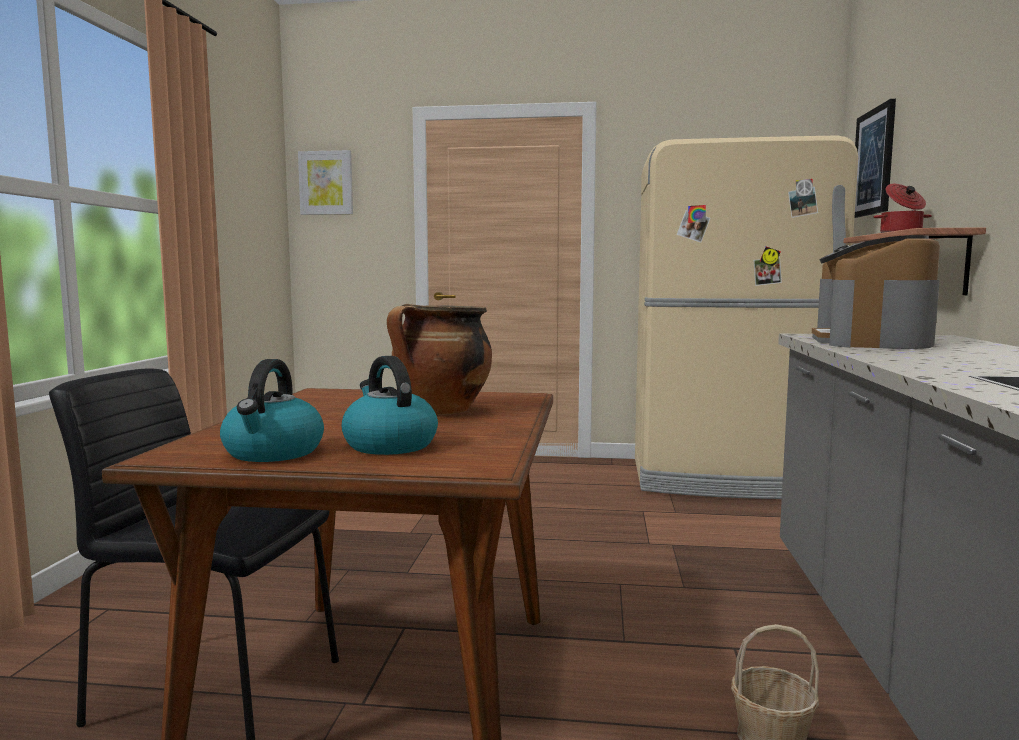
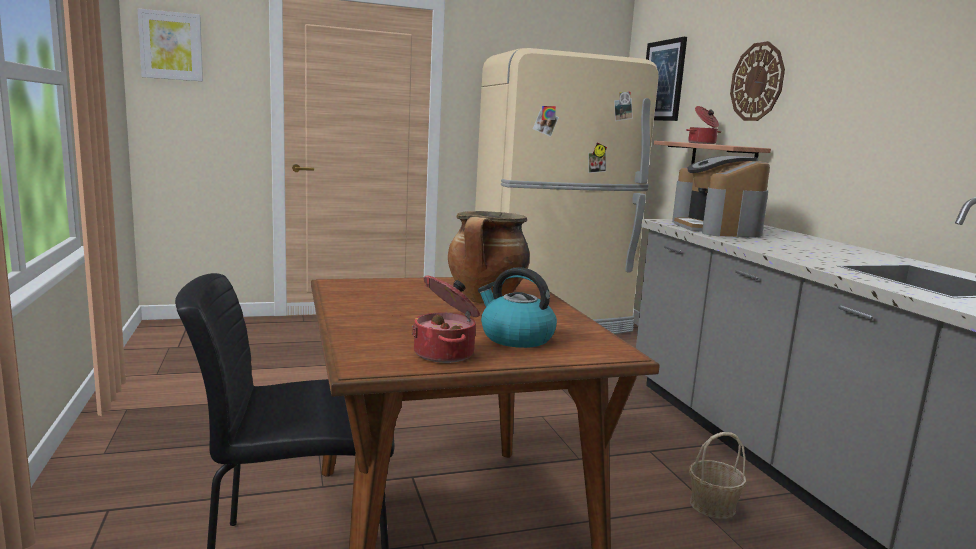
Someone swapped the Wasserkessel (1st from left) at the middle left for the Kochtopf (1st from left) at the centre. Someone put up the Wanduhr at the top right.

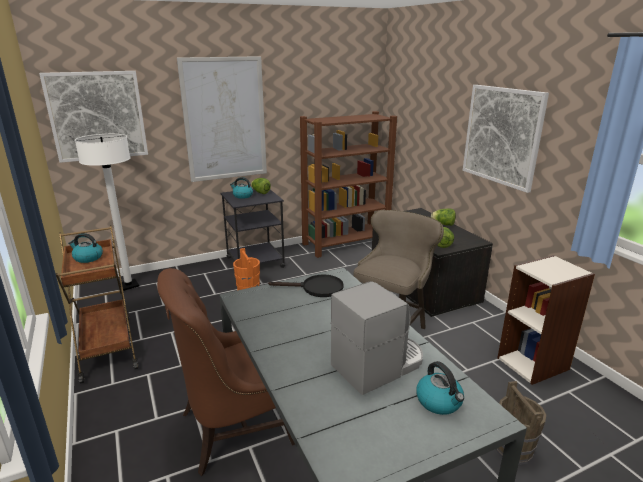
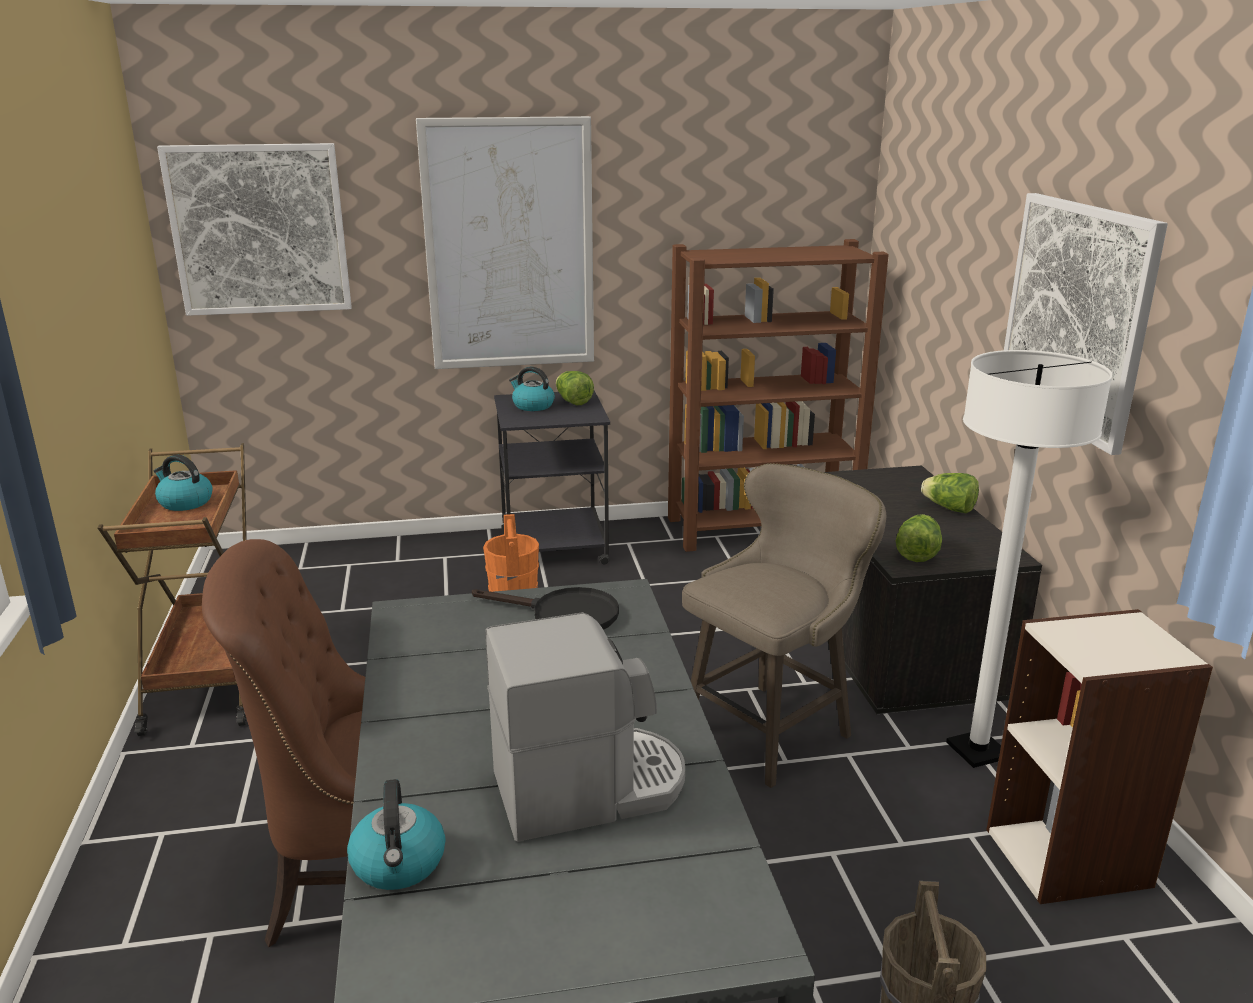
Someone carried the Stehlampe [weiß] from the middle left to the middle right. Someone carried the Wasserkessel (3rd from left in the first image) from the bottom right to the bottom left.

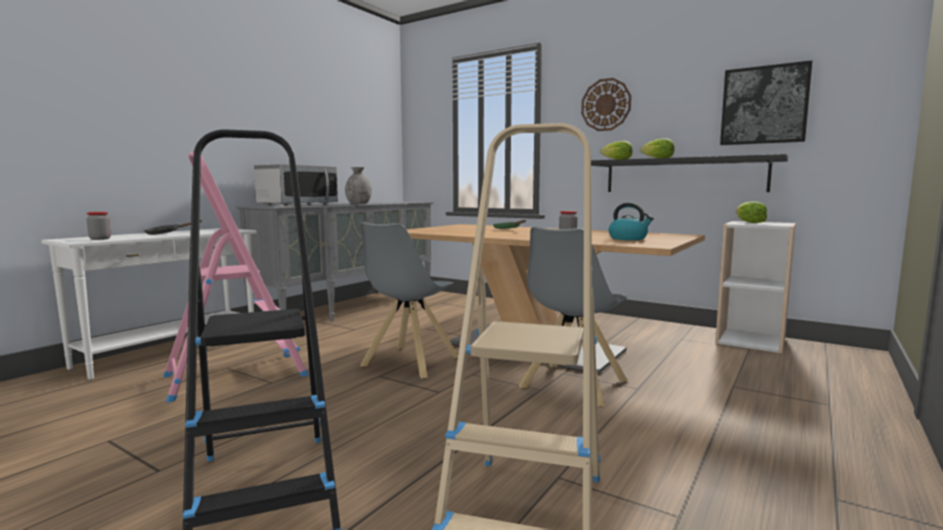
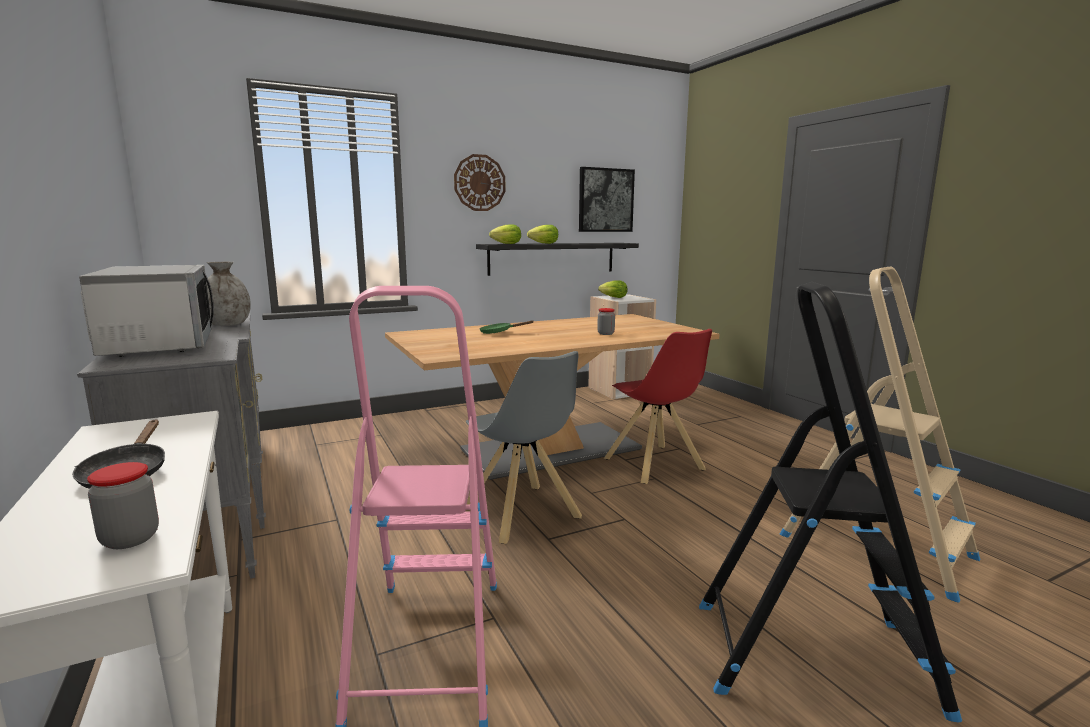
Someone repainted the Stuhl [grau] (2nd from left) at the centre, which became the Stuhl [rot] at the centre. Someone took away the Wasserkessel at the middle right.

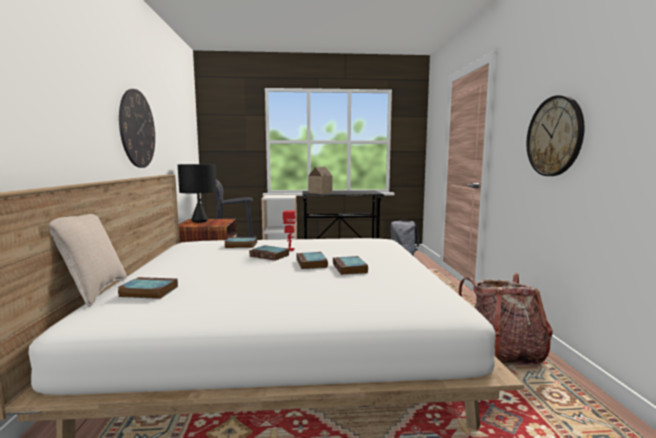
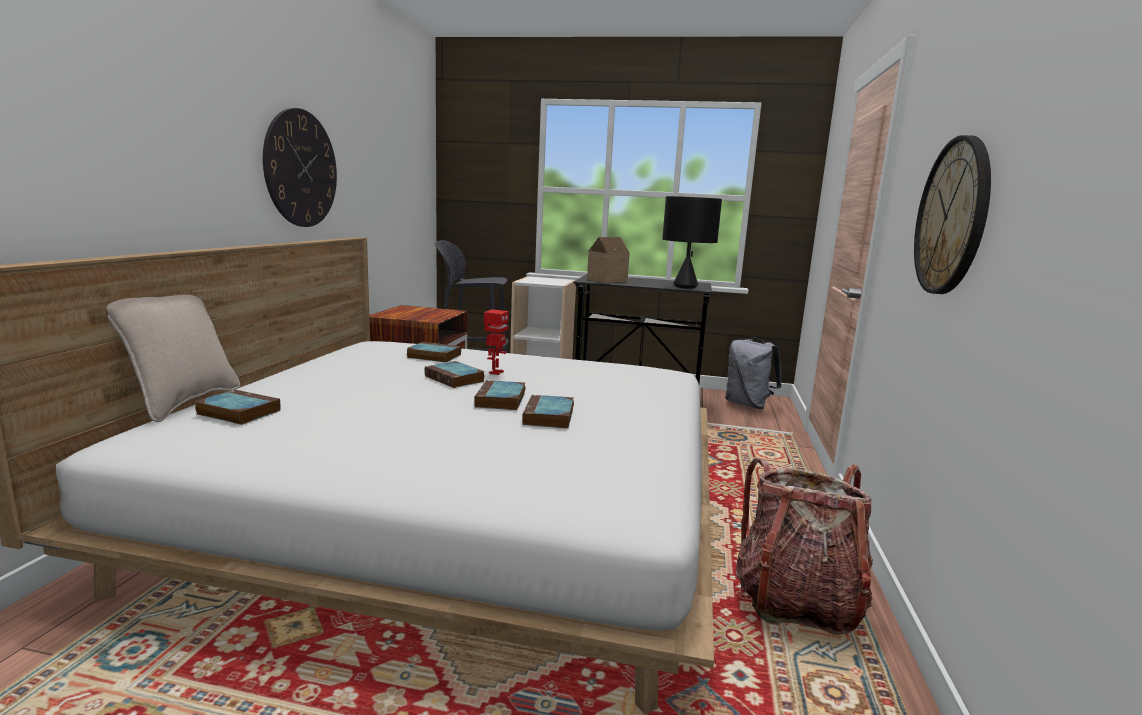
Someone carried the Tischlampe [schwarz] from the middle left to the centre.

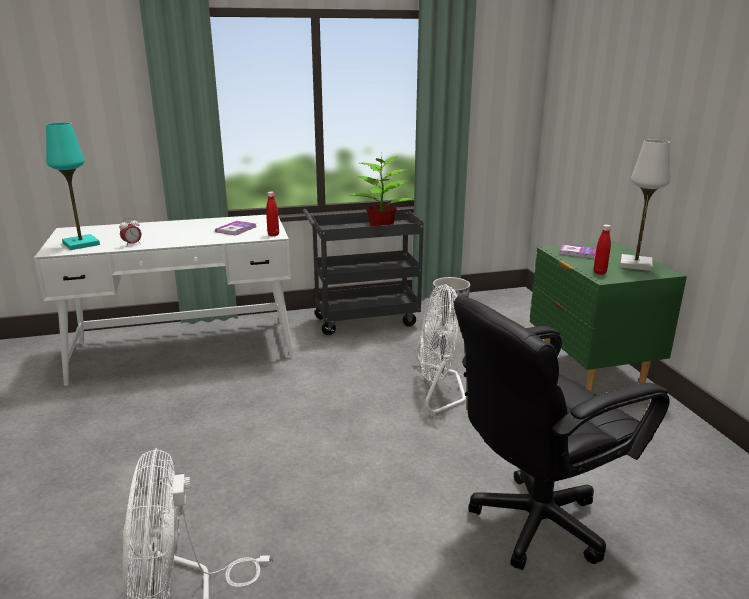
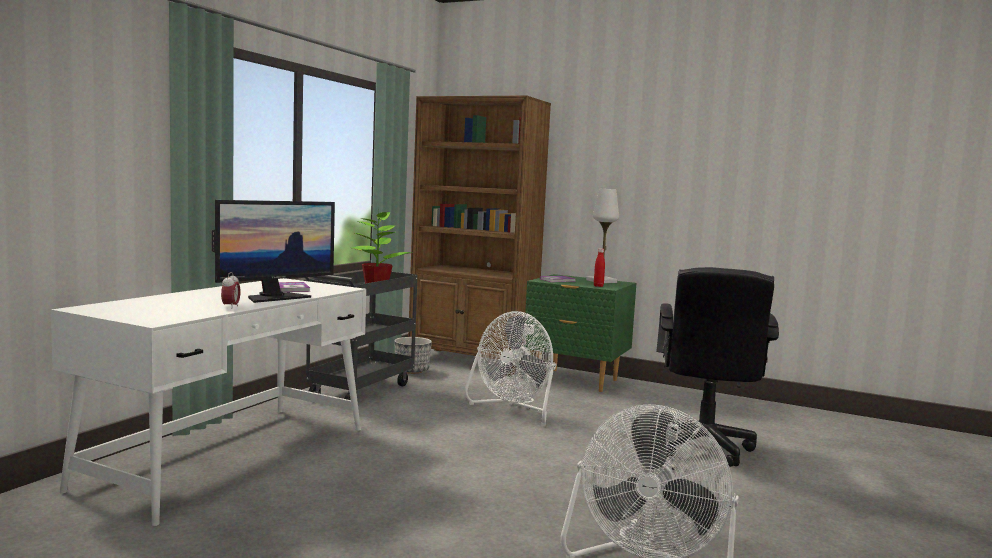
Someone took away the Tischlampe [türkis] at the top left. Someone took away the Flasche [rot] (1st from left) at the centre. Someone put down the Monitor at the middle left. Someone put down the Bücherregal [braun] at the centre.

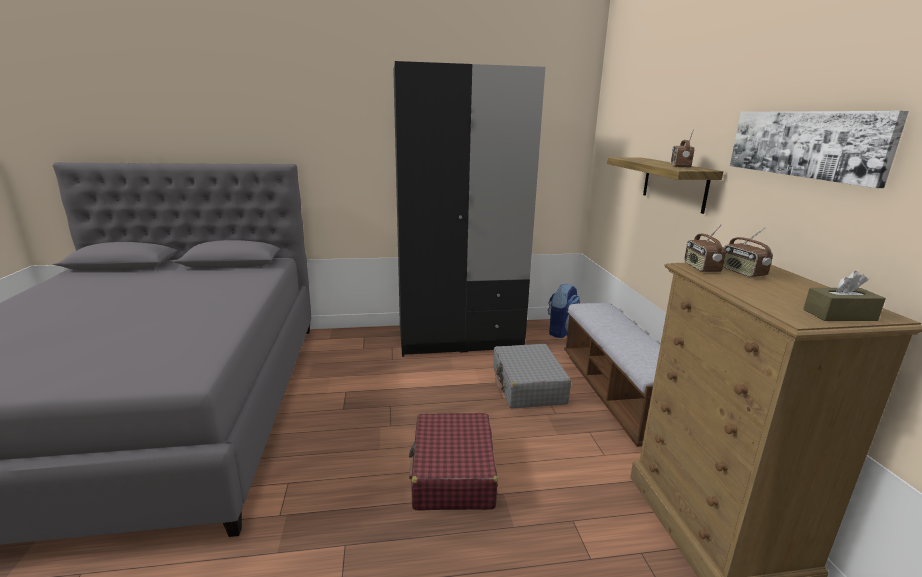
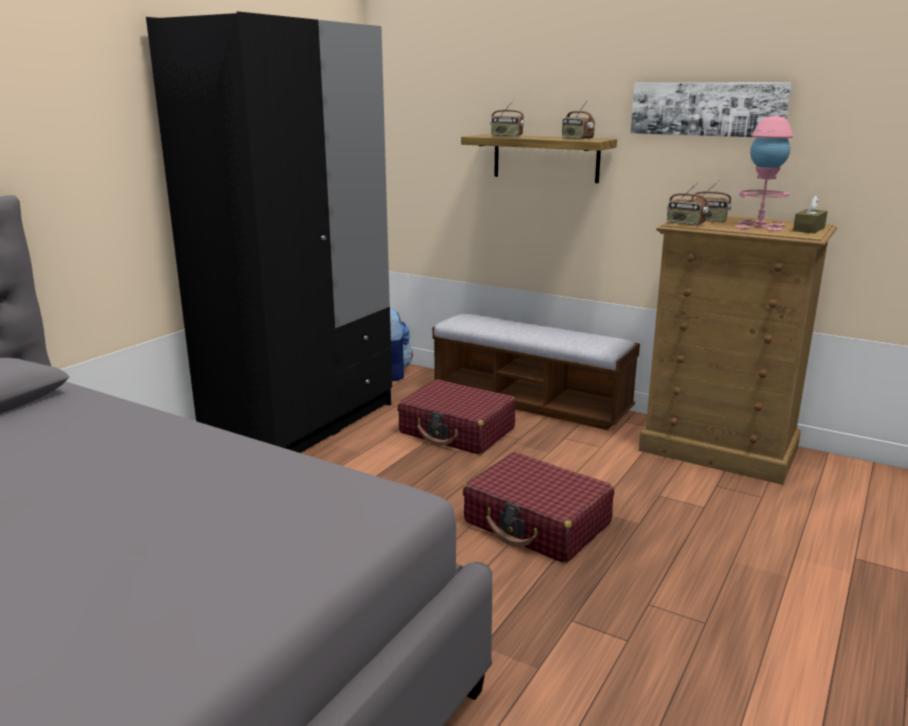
Someone repainted the Koffer [grau] at the centre, which became the Koffer [rot] (1st from left) at the centre. Someone put down the Radio (1st from left) at the top centre. Someone put down the Tischlampe [rosa] at the top right.

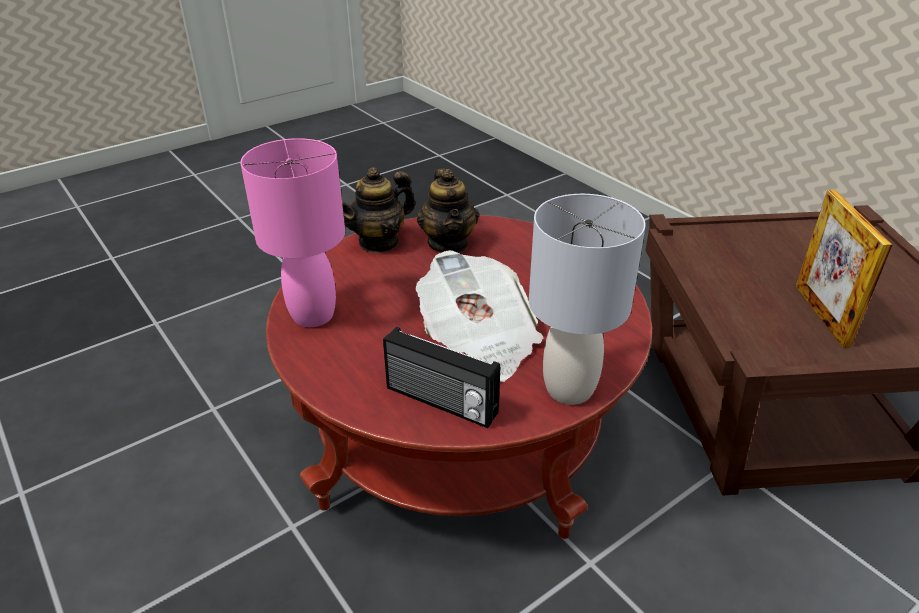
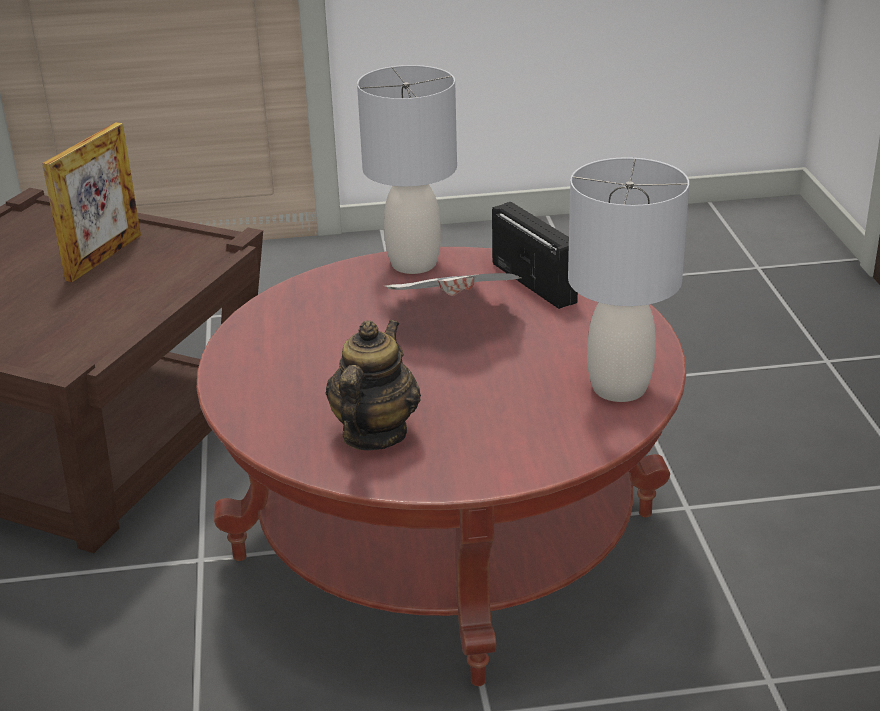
Someone repainted the Tischlampe [rosa] at the middle left, which became the Tischlampe [grau] (2nd from left) at the middle right. Someone took away the Teekanne (1st from left) at the centre.

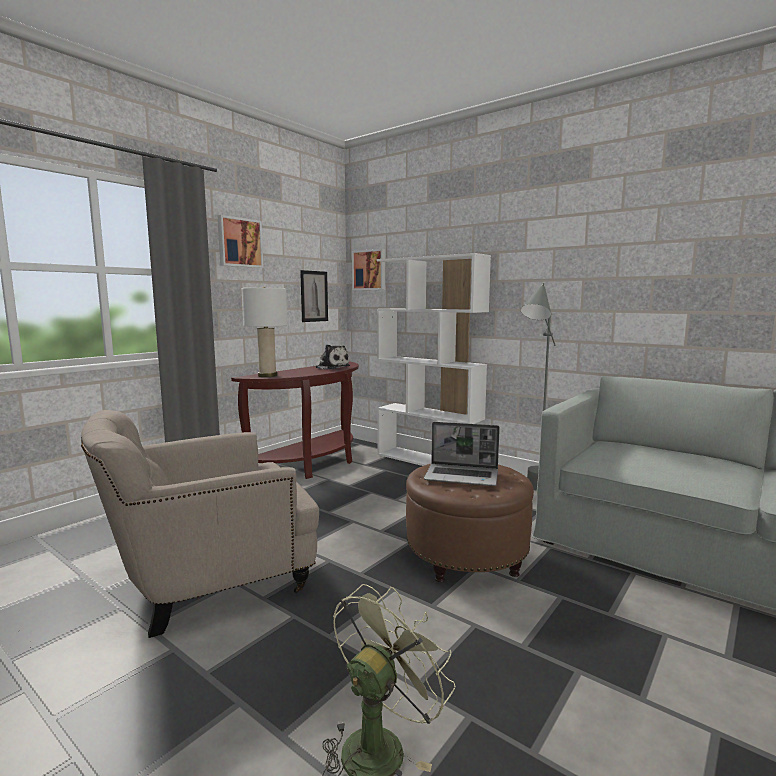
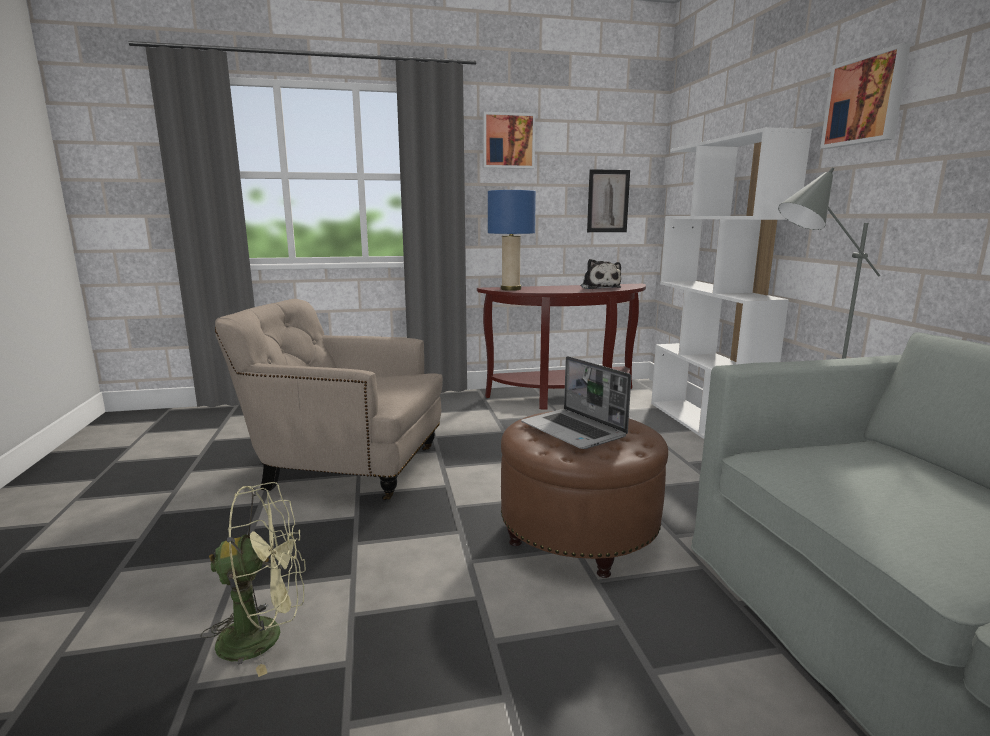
Someone repainted the Tischlampe [weiß] at the centre, which became the Tischlampe [blau] at the top centre. Someone carried the Bild (3rd from left) from the centre to the top right.

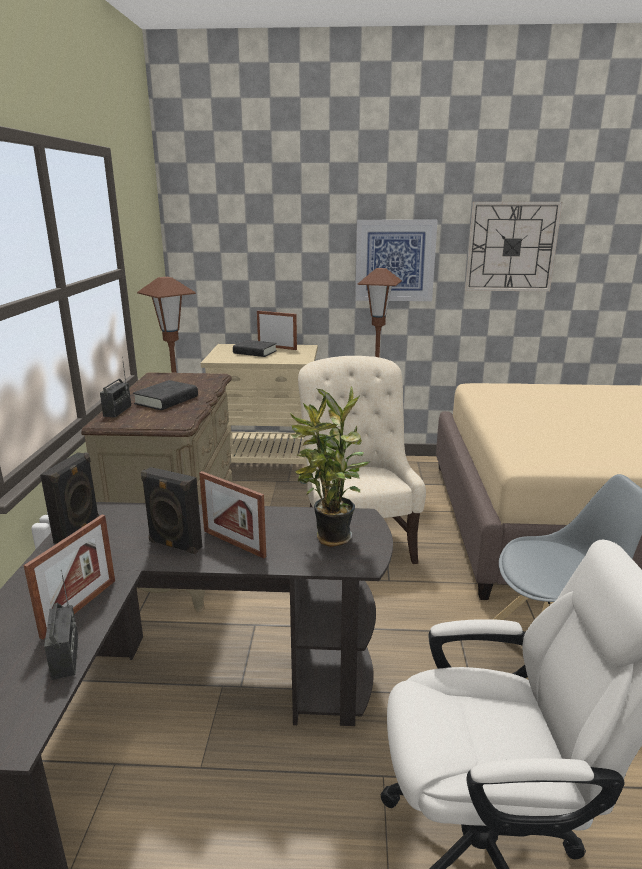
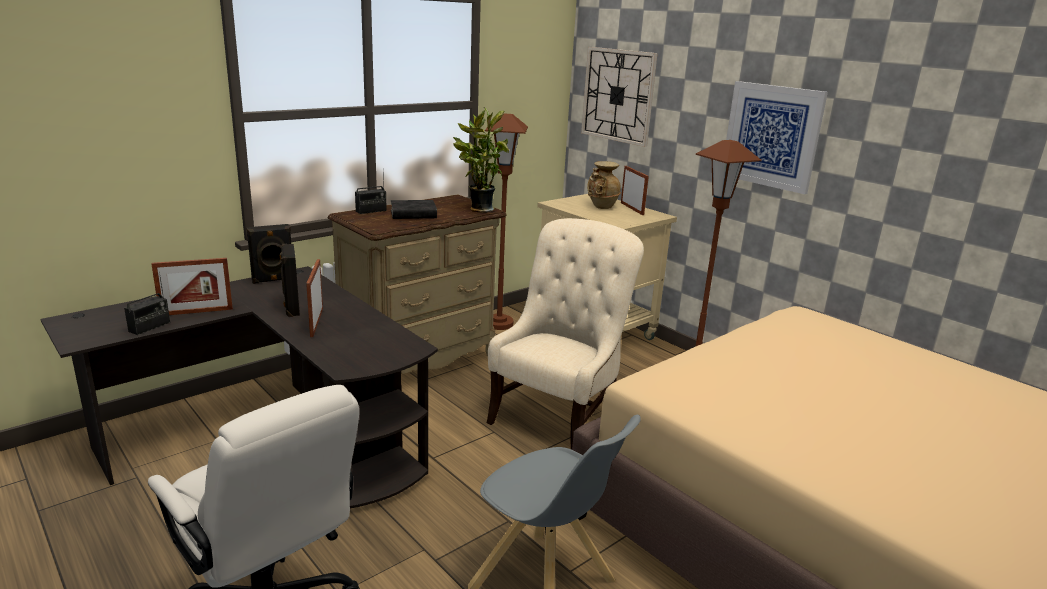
Someone swapped the Buch [schwarz] (2nd from left) at the centre for the Vase [beige] at the top centre. Someone carried the Topfpflanze from the centre to the top centre. Someone carried the Wanduhr from the top right to the top centre.

